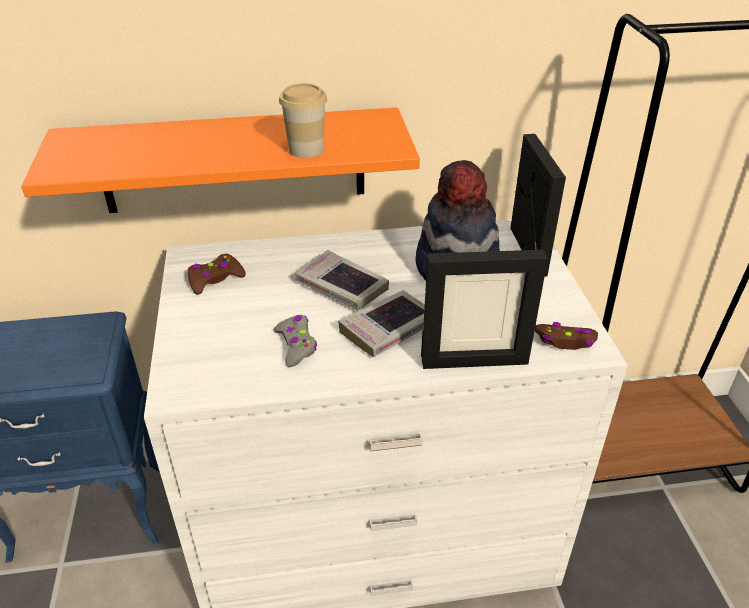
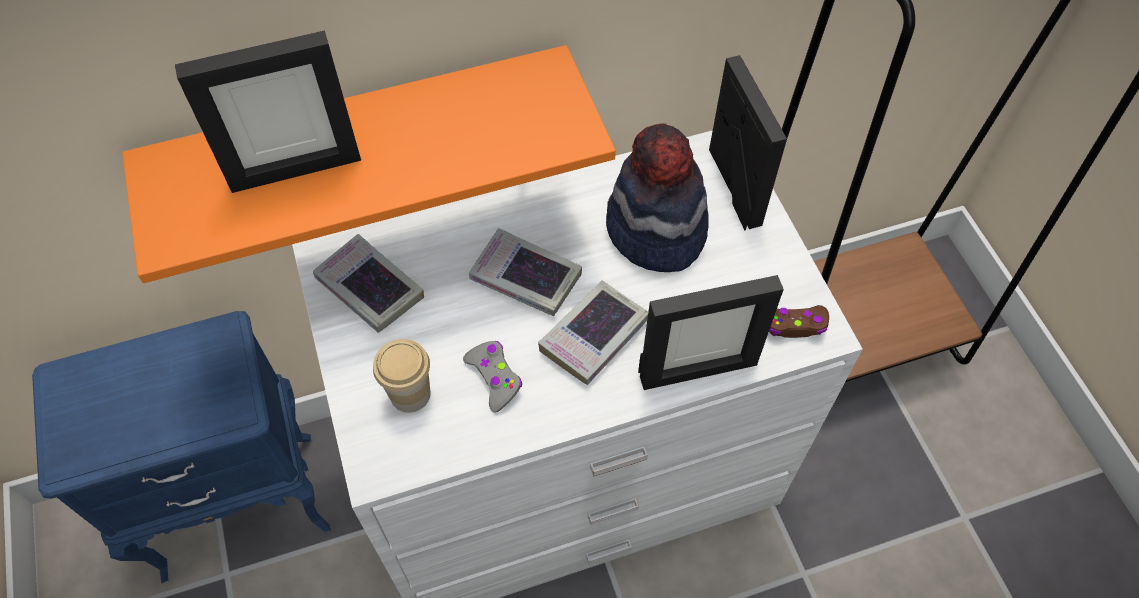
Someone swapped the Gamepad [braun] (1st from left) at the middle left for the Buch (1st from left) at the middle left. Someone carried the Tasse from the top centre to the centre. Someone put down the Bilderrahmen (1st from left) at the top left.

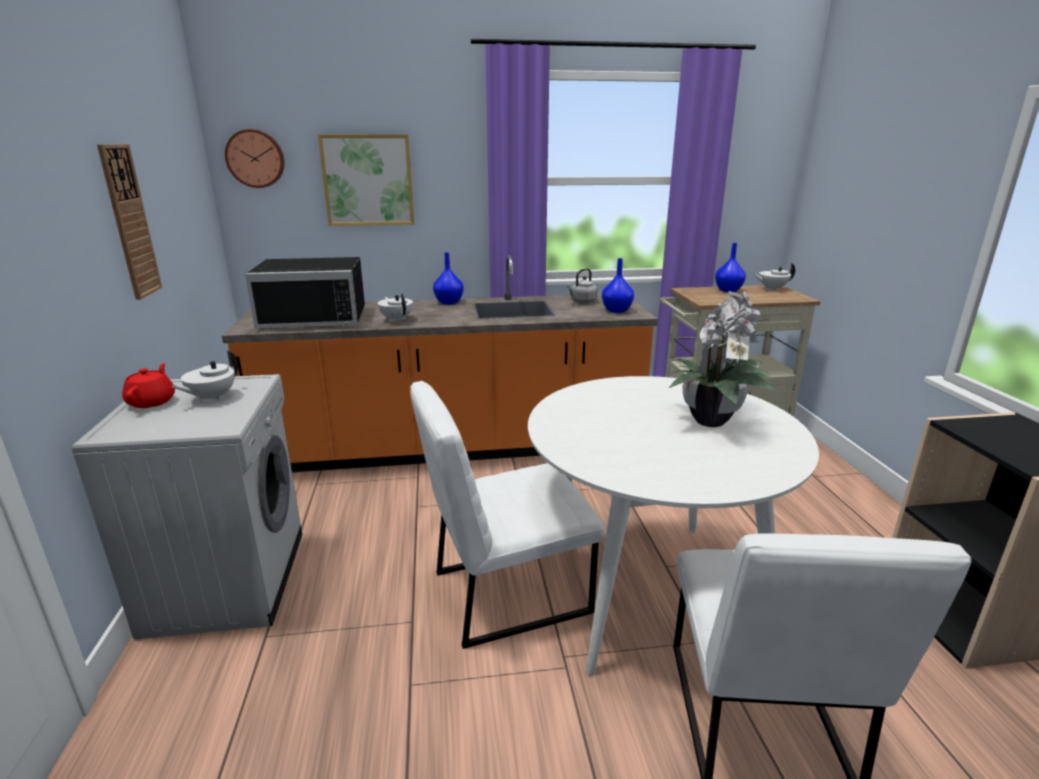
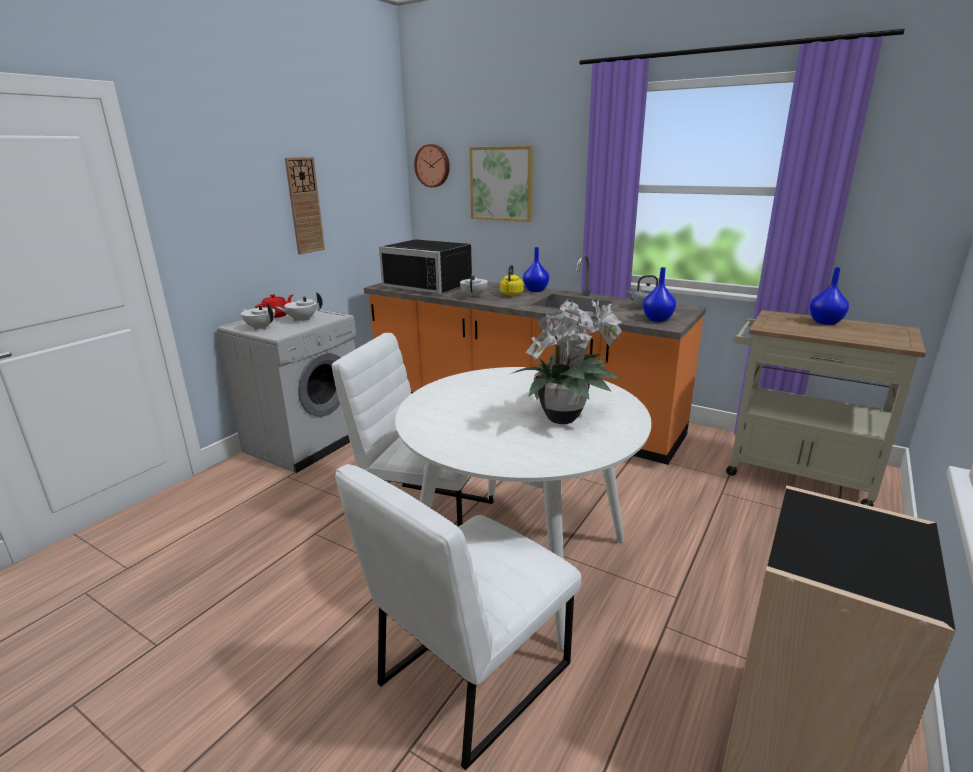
Someone carried the Teekanne [weiß] (3rd from left in the first image) from the middle right to the middle left. Someone put down the Wasserkessel [gelb] at the centre.

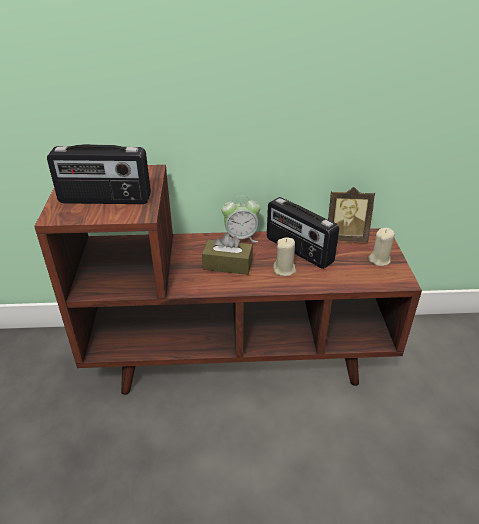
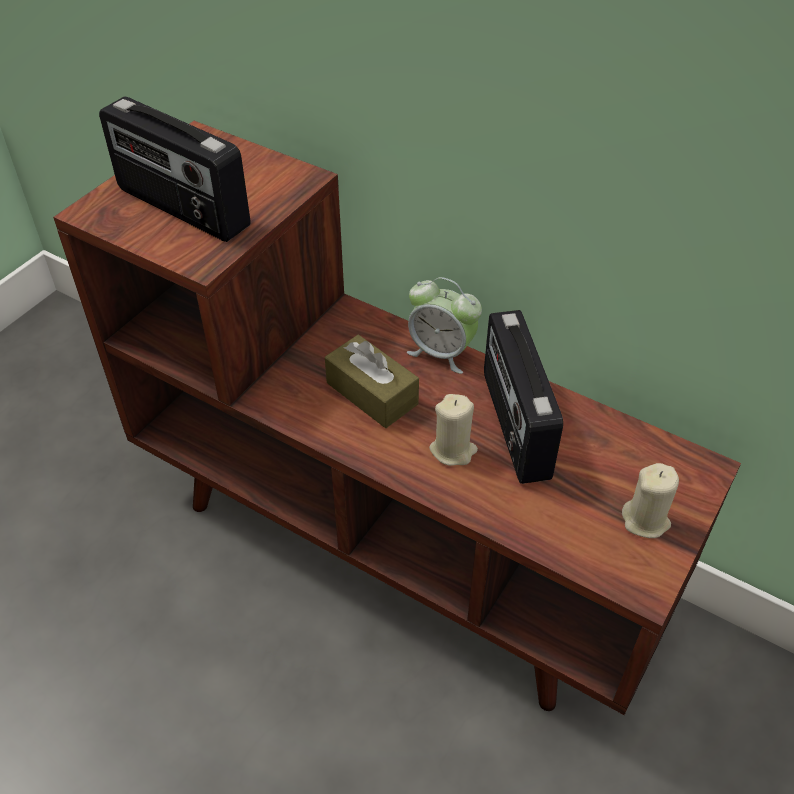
Someone took away the Bilderrahmen at the middle right.

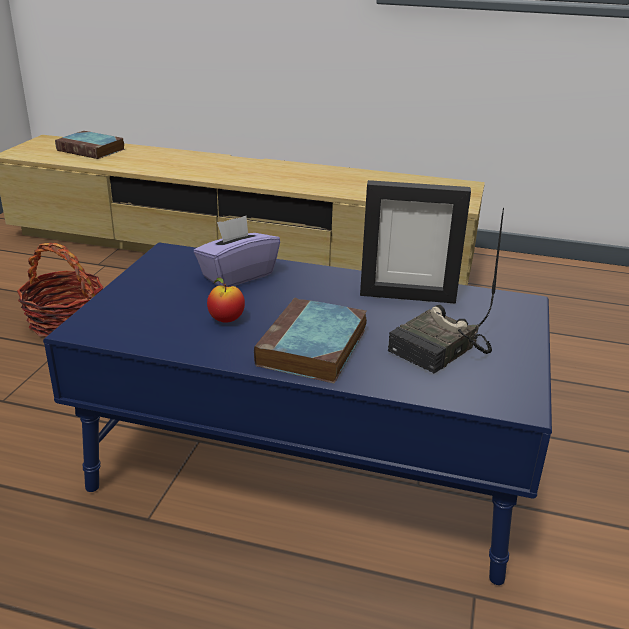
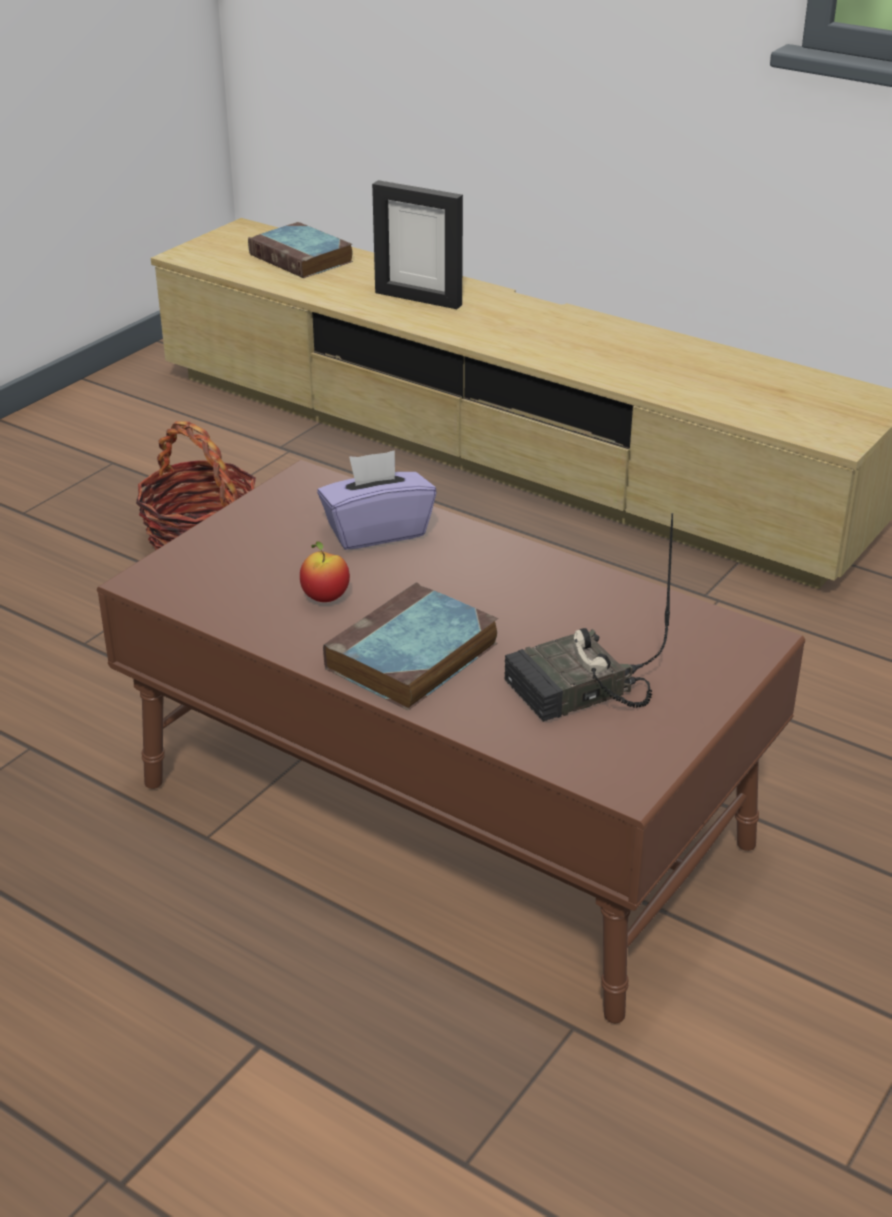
Someone repainted the Couchtisch [blau] at the centre, which became the Couchtisch [braun] at the centre. Someone carried the Bilderrahmen from the centre to the top centre.

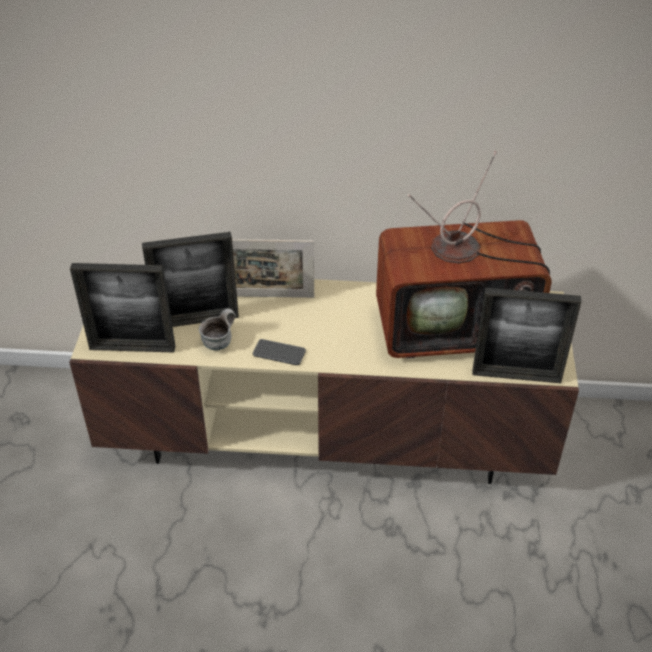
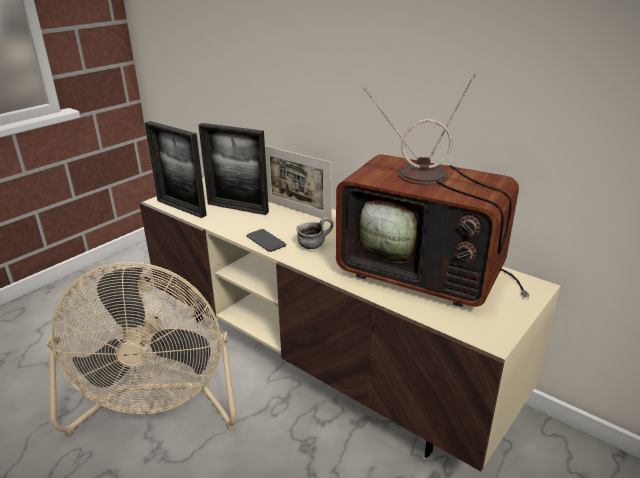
Someone carried the Henkelbecher from the middle left to the centre. Someone took away the Bilderrahmen (4th from left) at the middle right. Someone put down the Ventilator [beige] at the bottom left.

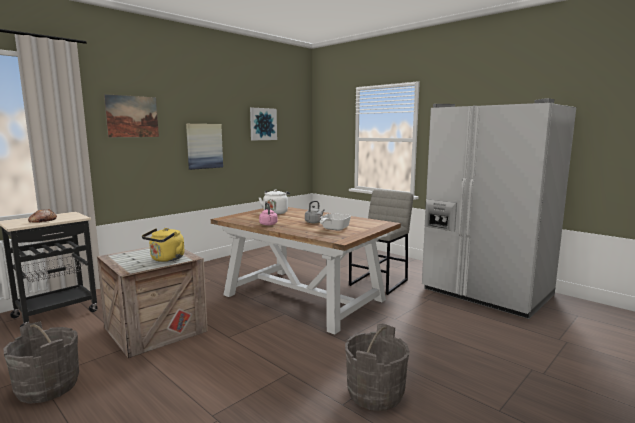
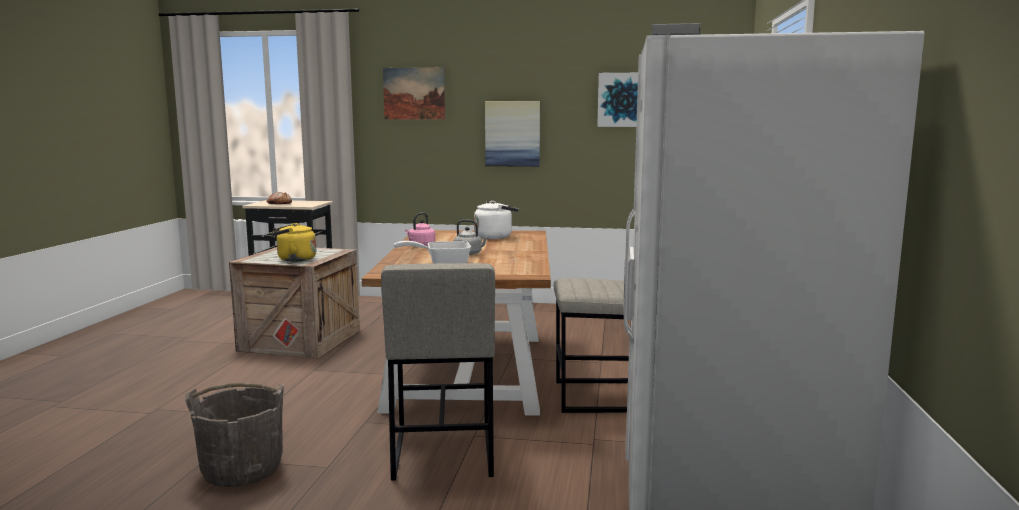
Someone took away the Eimer [grau] (1st from left) at the bottom left. Someone put down the Stuhl [grau] (1st from left) at the bottom centre.

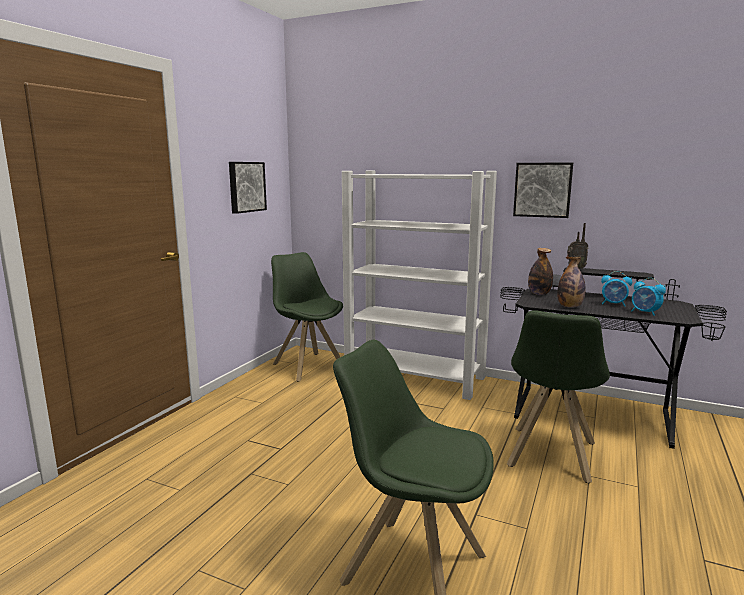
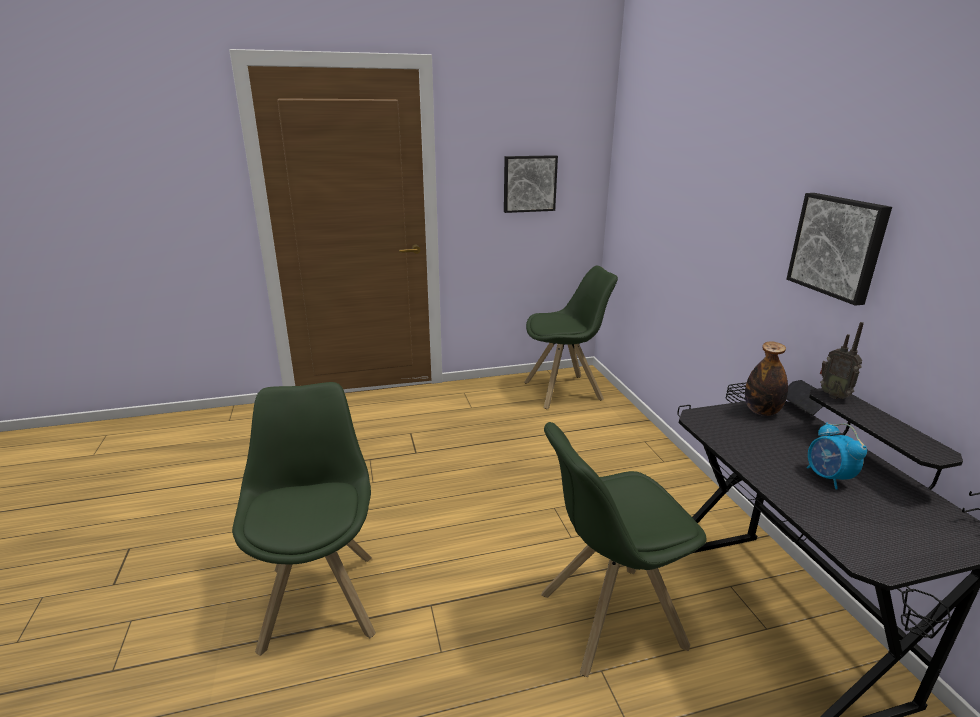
Someone rotated the Stuhl [grün] (1st from left in the first image) at the centre by 60 degrees clockwise. Someone took away the Bücherregal [weiß] at the centre. Someone took away the Flasche (2nd from left) at the middle right. Someone took away the Wecker (2nd from left) at the middle right.

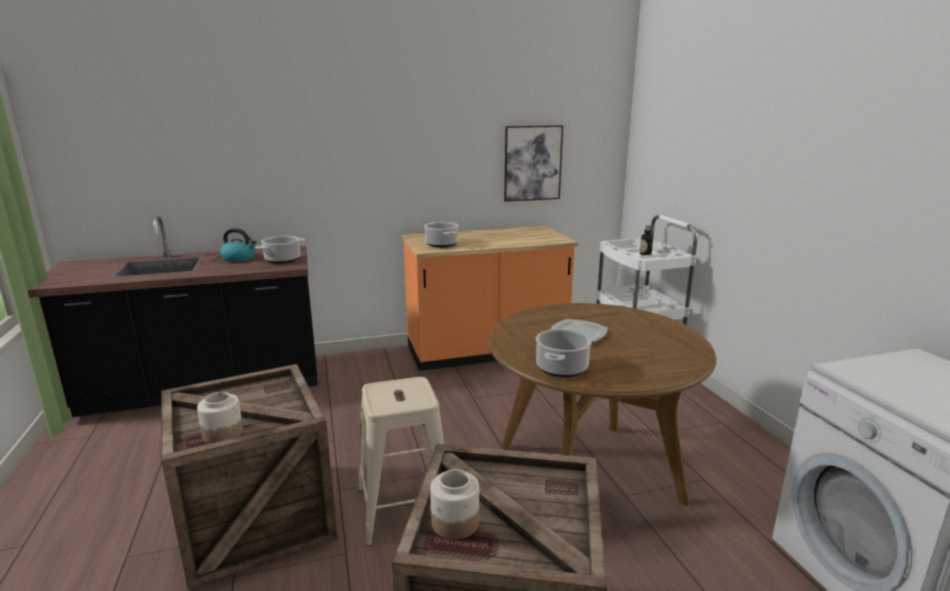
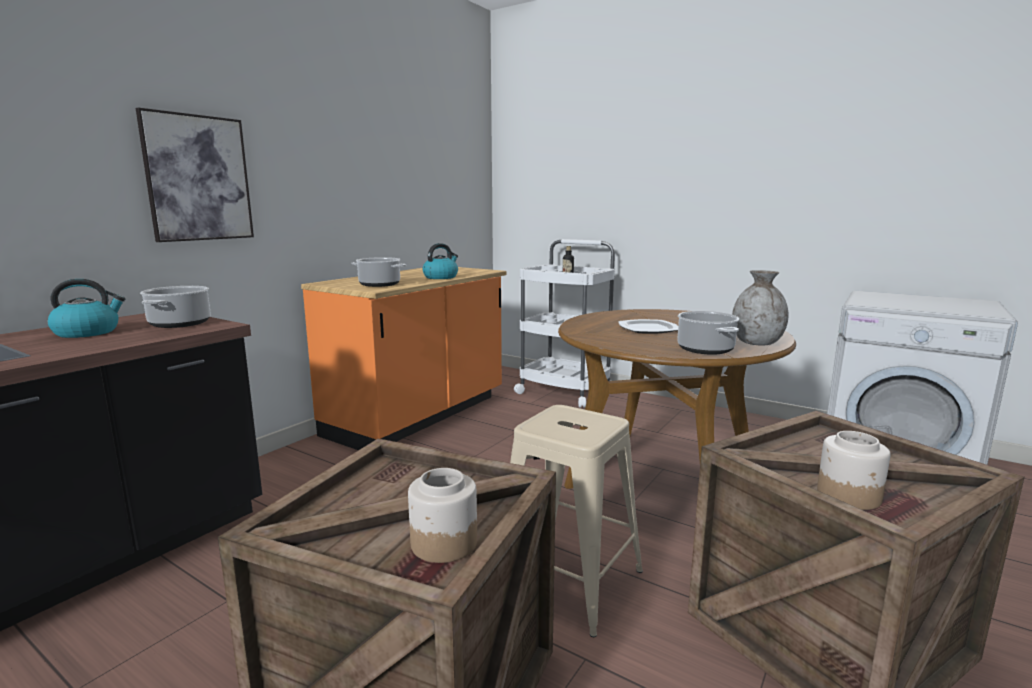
Someone carried the Bild from the top centre to the top left. Someone put down the Wasserkessel (2nd from left) at the centre. Someone put down the Vase [grau] at the middle right.

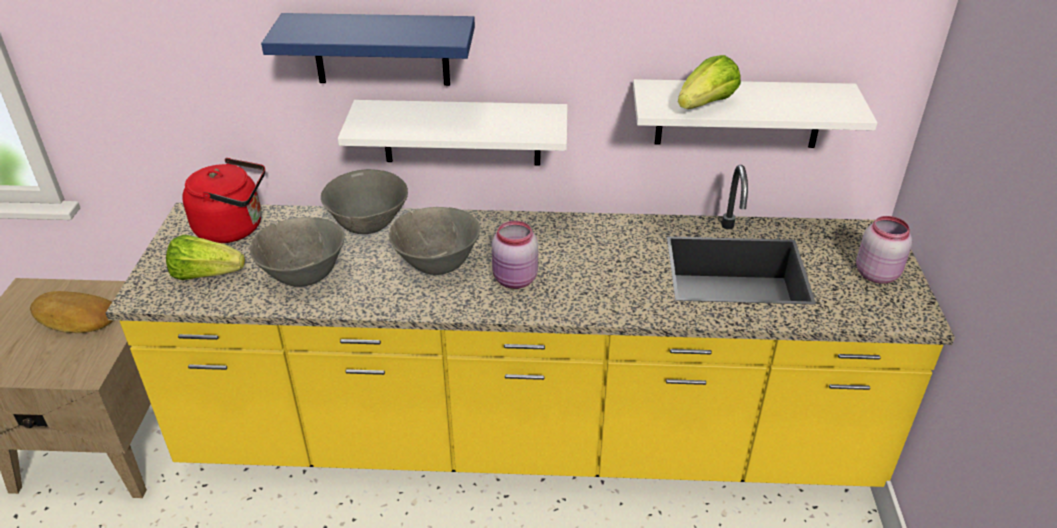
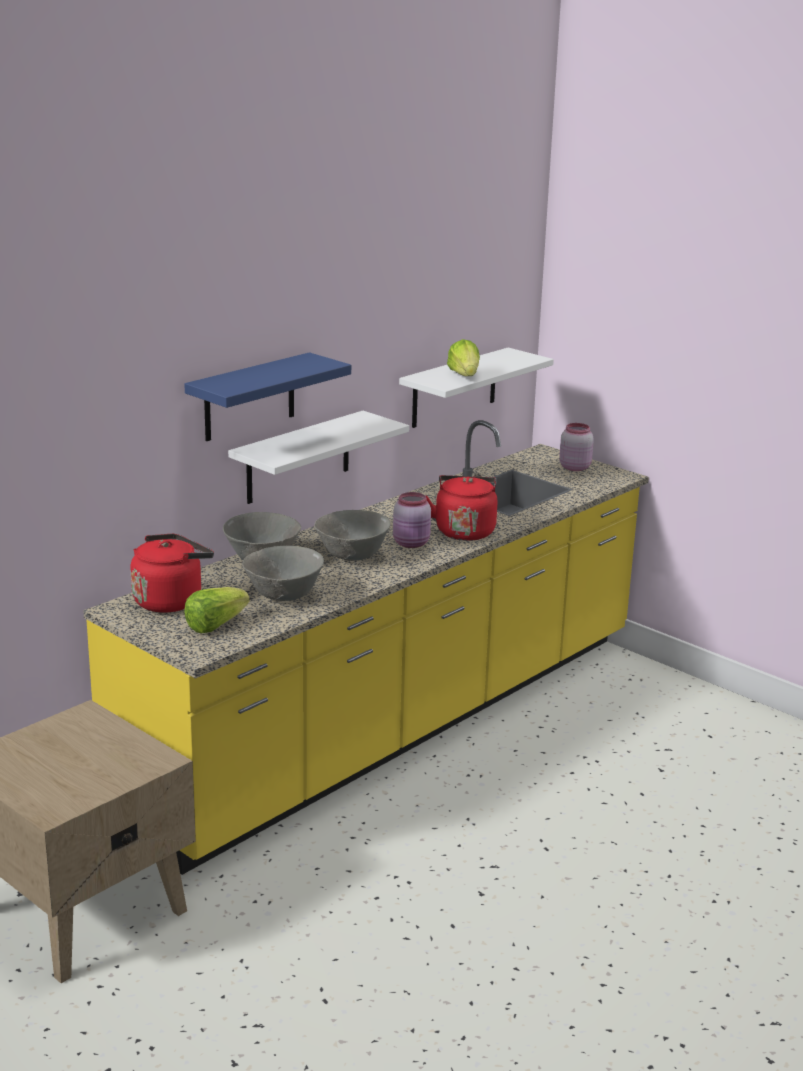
Someone took away the Brot at the middle left. Someone put down the Wasserkessel [rot] (2nd from left) at the centre.

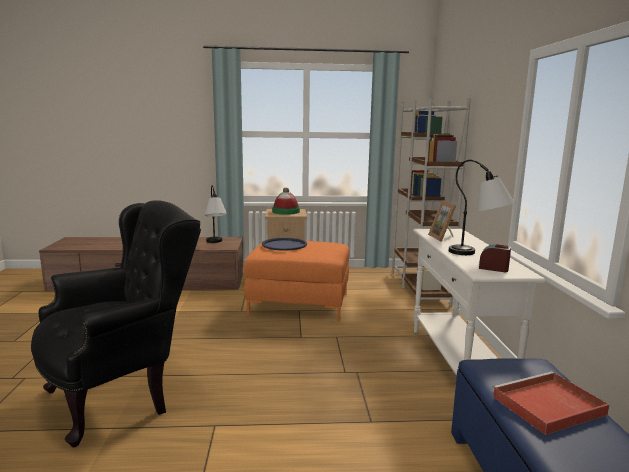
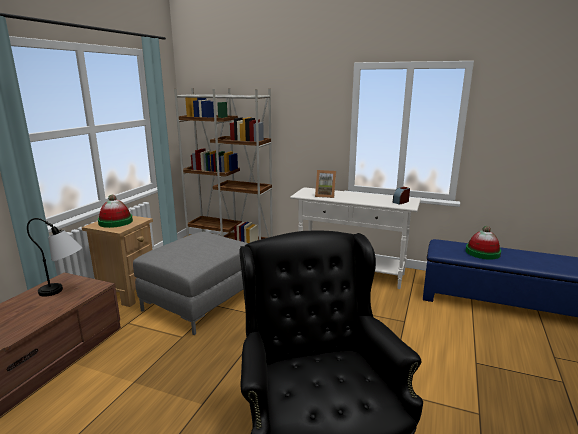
Someone repainted the Polsterhocker [orange] at the centre, which became the Polsterhocker [grau] at the middle left. Someone took away the Tablett [blau] at the centre. Someone took away the Tischlampe (2nd from left) at the middle right. Someone swapped the Tablett [rot] at the bottom right for the Hut (2nd from left) at the middle right.

